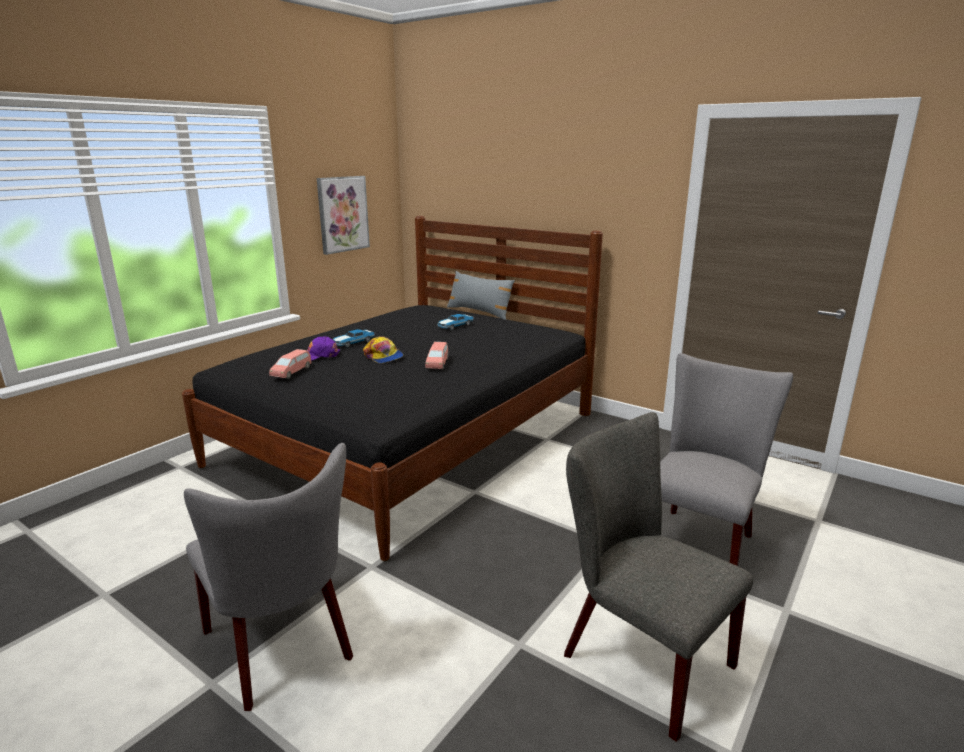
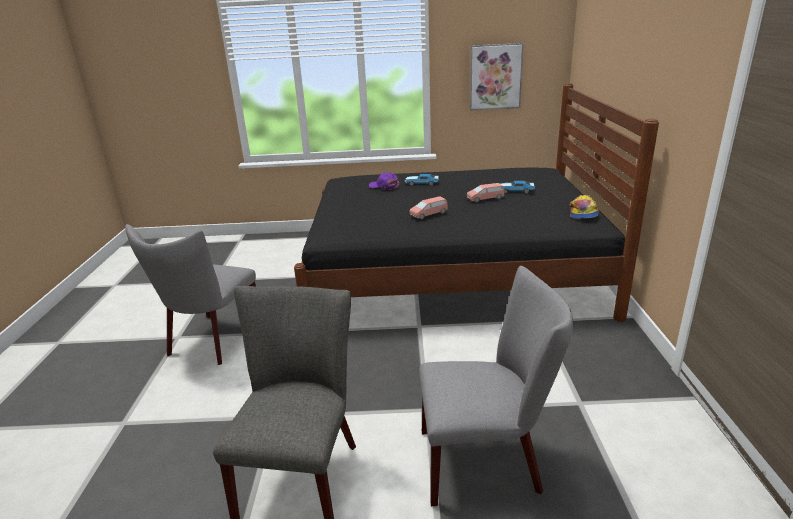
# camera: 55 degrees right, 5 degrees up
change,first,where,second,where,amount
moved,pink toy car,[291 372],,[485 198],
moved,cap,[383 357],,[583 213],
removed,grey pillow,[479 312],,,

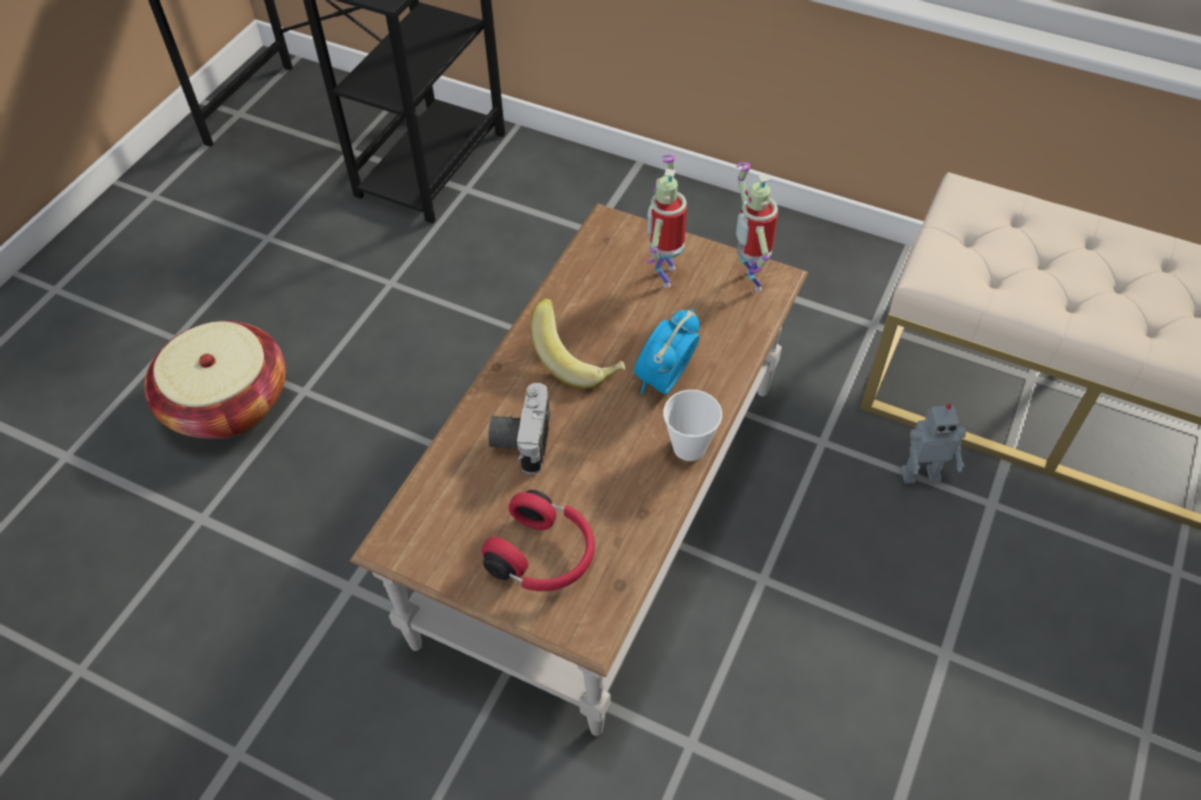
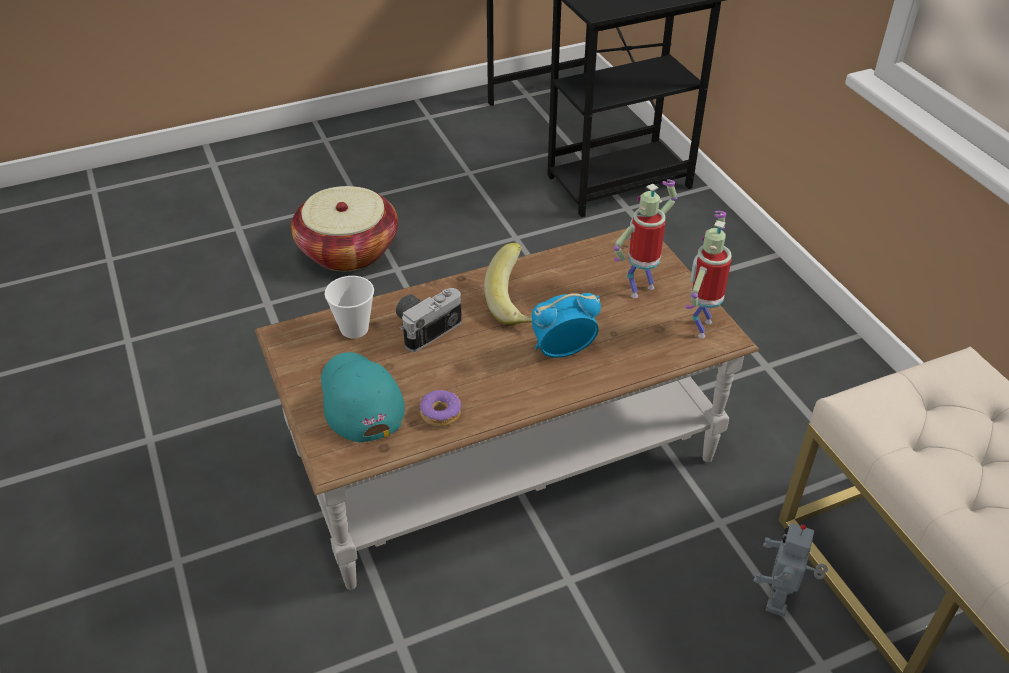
# camera: 40 degrees right, 10 degrees down
change,first,where,second,where,amount
replaced,red headphones,[544 556],turquoise cap,[359 399],
moved,cup,[689 447],,[354 329],
turned,toy robot,[920 473],,[780 599],75 degrees clockwise
added,,,donut,[440 413],

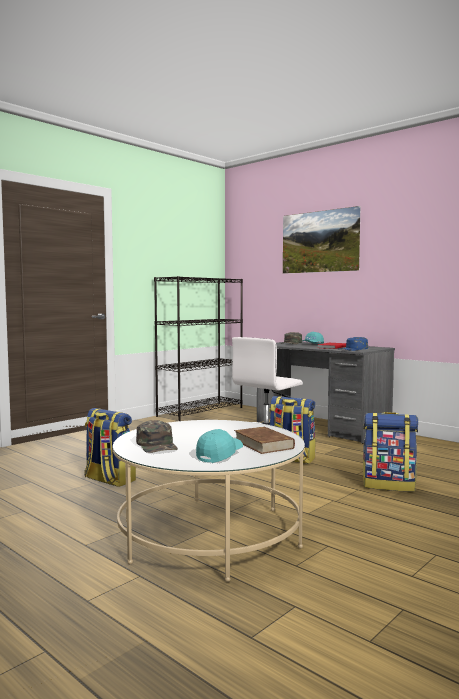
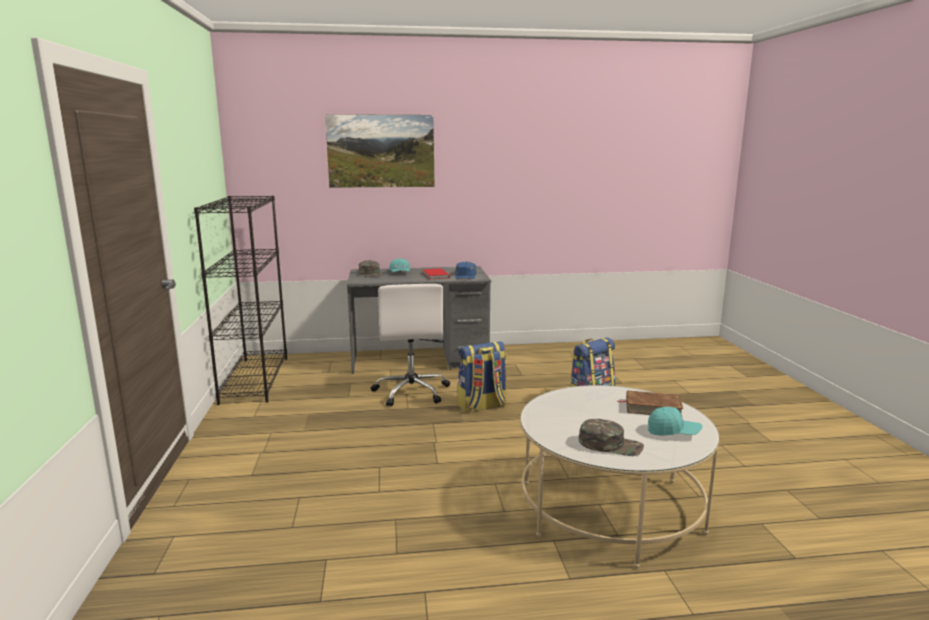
# camera: 50 degrees left, 10 degrees up
change,first,where,second,where,amount
removed,backpack,[108 480],,,
turned,turquoise cap,[219 455],,[673 432],120 degrees clockwise

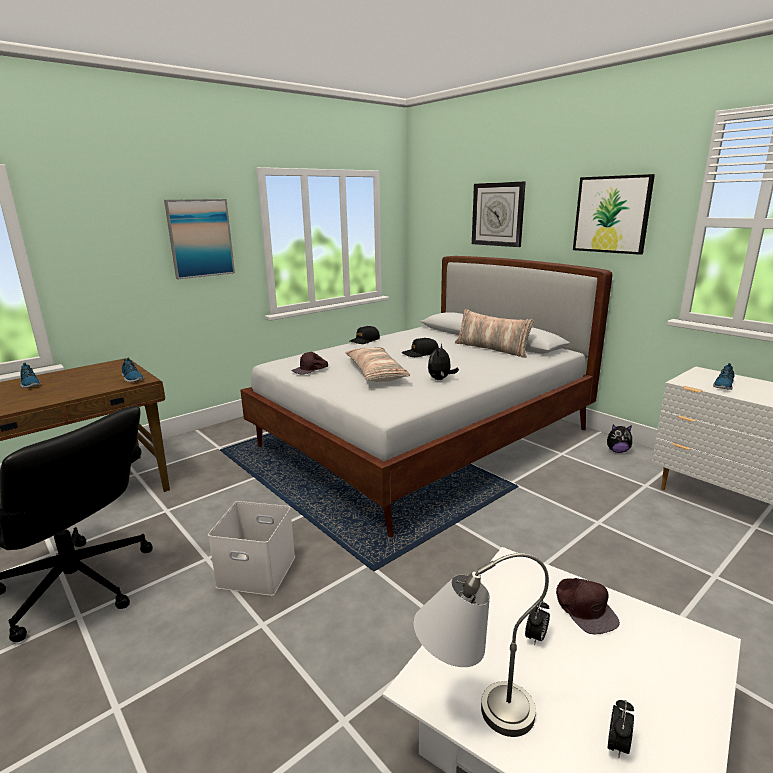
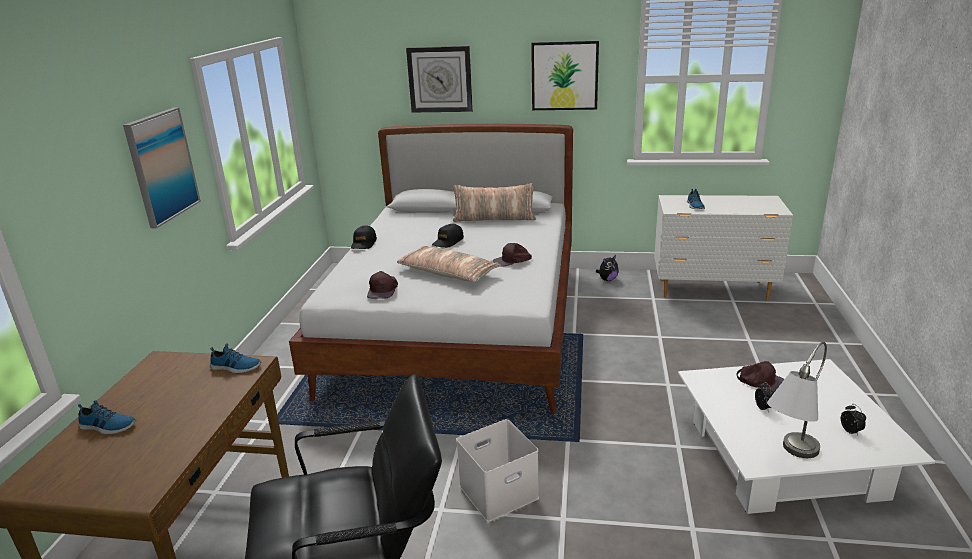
# camera: 40 degrees left, 5 degrees up
change,first,where,second,where,amount
replaced,plush toy,[440 379],brown cap,[512 260],

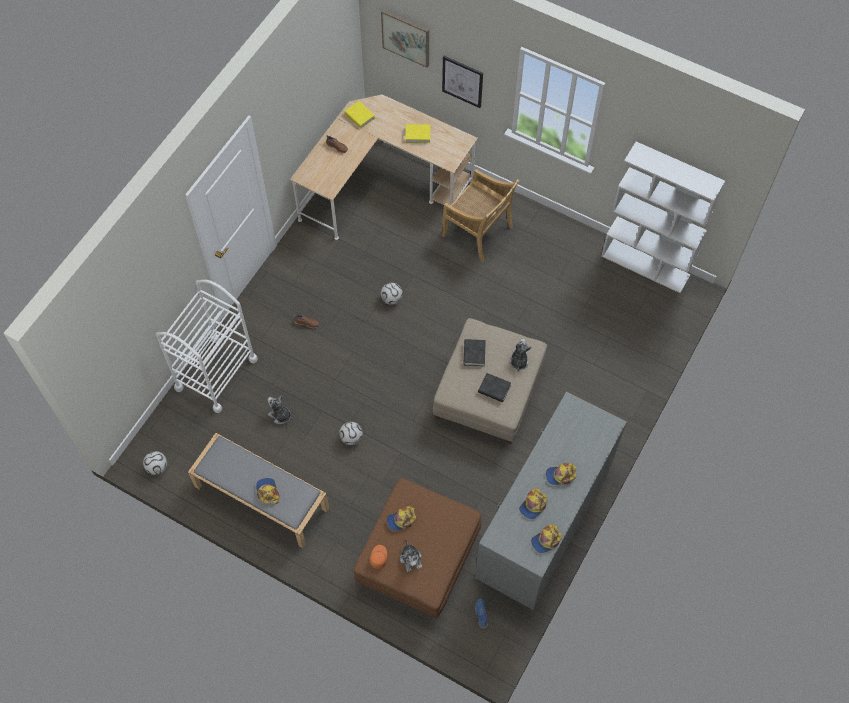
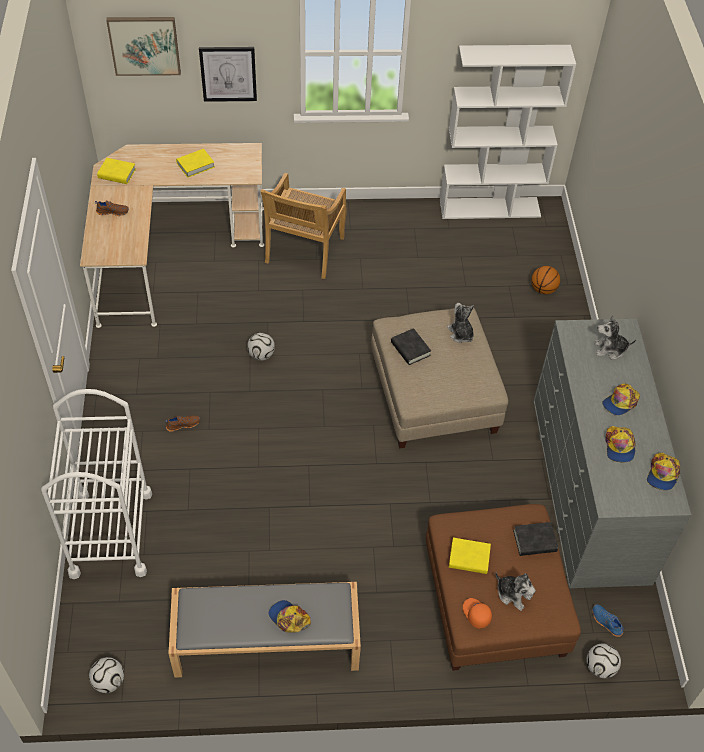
# camera: 35 degrees left, 10 degrees down
change,first,where,second,where,amount
moved,plush toy,[280 415],,[610 349],
moved,football,[351 438],,[599 667],
replaced,cap,[401 520],yellow book,[469 558],
turned,beige chair,[478 232],,[304 251],105 degrees clockwise
moved,black book,[494 389],,[534 541],
added,,,basketball,[543 289],

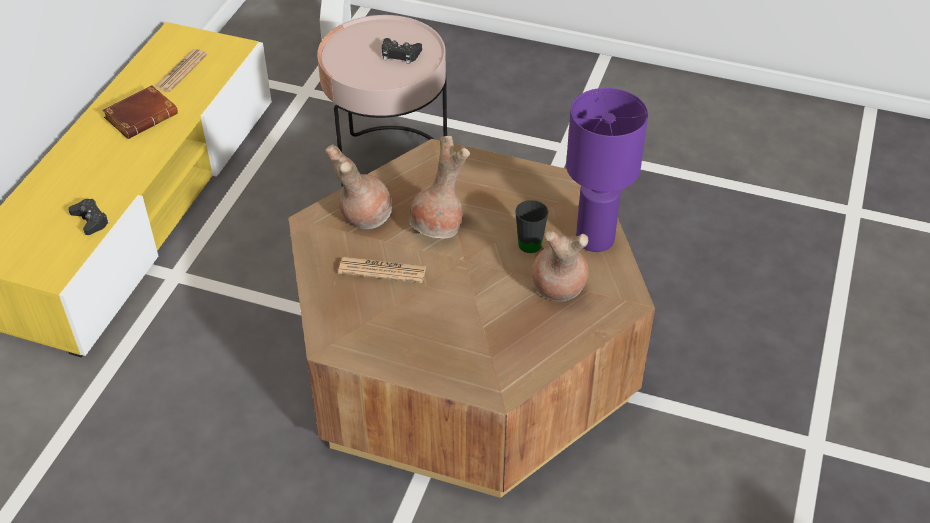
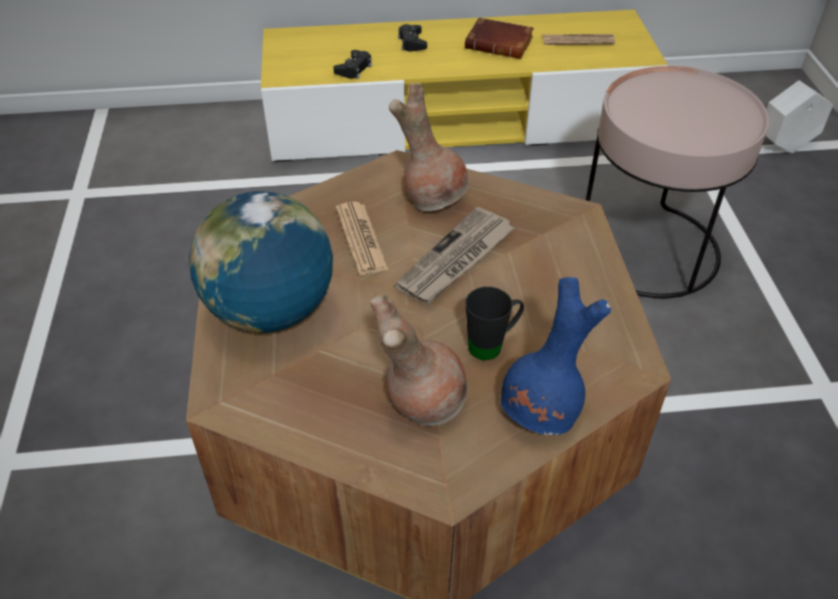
# camera: 65 degrees right, 0 degrees up
change,first,where,second,where,amount
moved,black game controller,[400 54],,[412 42],
replaced,brown vase,[439 228],newspaper,[456 259],
replaced,purple table lamp,[595 239],blue vase,[543 412],
added,,,globe,[271 310],

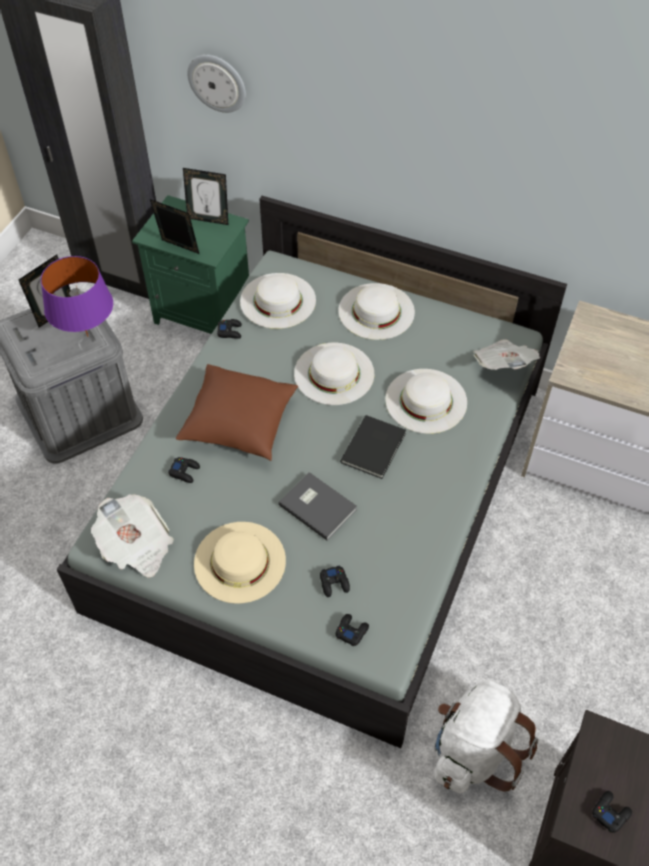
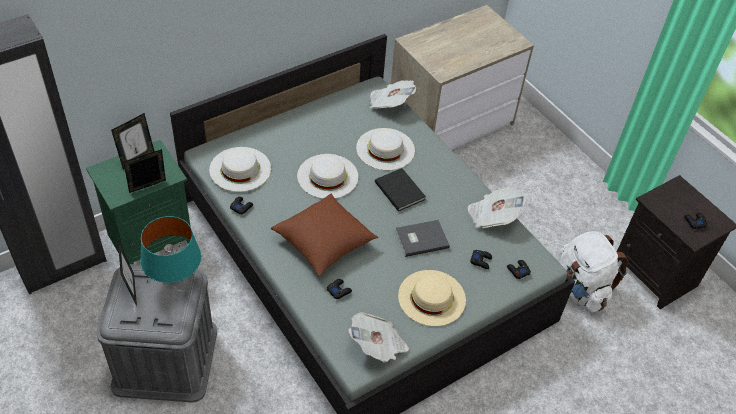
# camera: 60 degrees left, 5 degrees down
change,first,where,second,where,amount
recoloured,purple table lamp,[87 336],turquoise table lamp,[175 281],
removed,wall clock,[217 82],,,
removed,white hat,[376 311],,,
added,,,newspaper,[492 216],

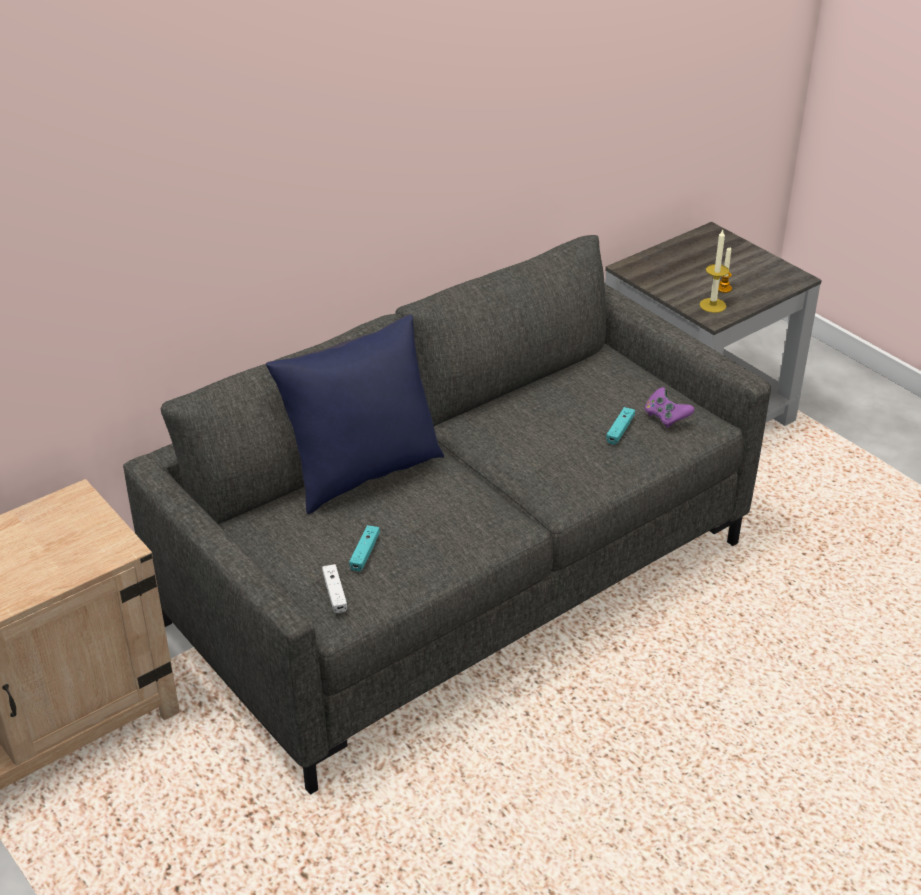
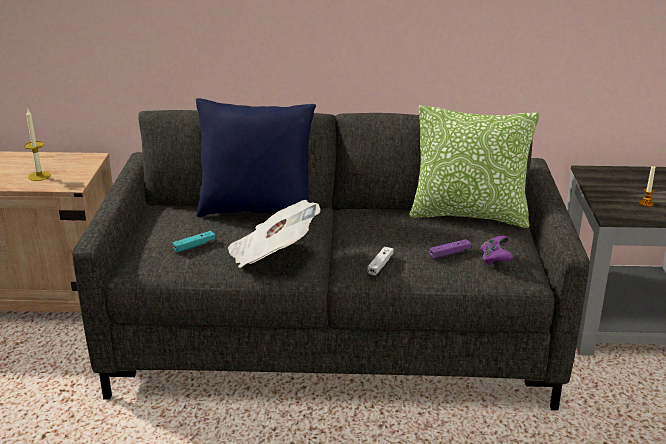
# camera: 40 degrees right, 10 degrees down
change,first,where,second,where,amount
moved,white game controller,[335 593],,[380 265],
recoloured,turquoise game controller,[620 430],purple game controller,[450 253],
moved,candle,[712 305],,[39 176],
added,,,newspaper,[272 255],
added,,,pillow,[469 215],

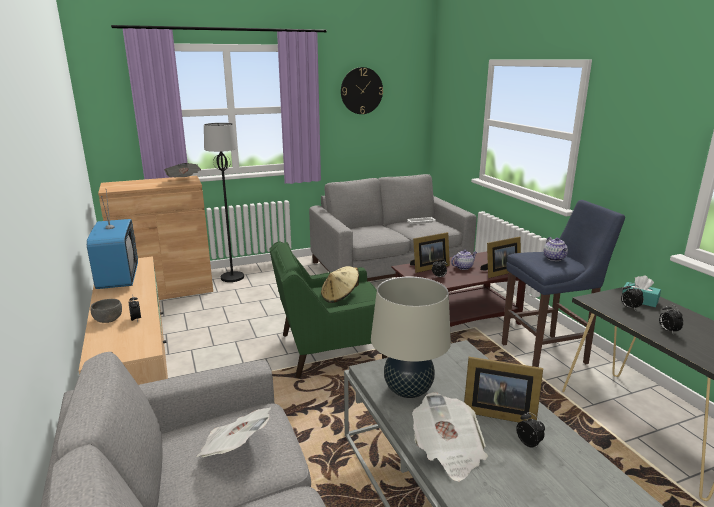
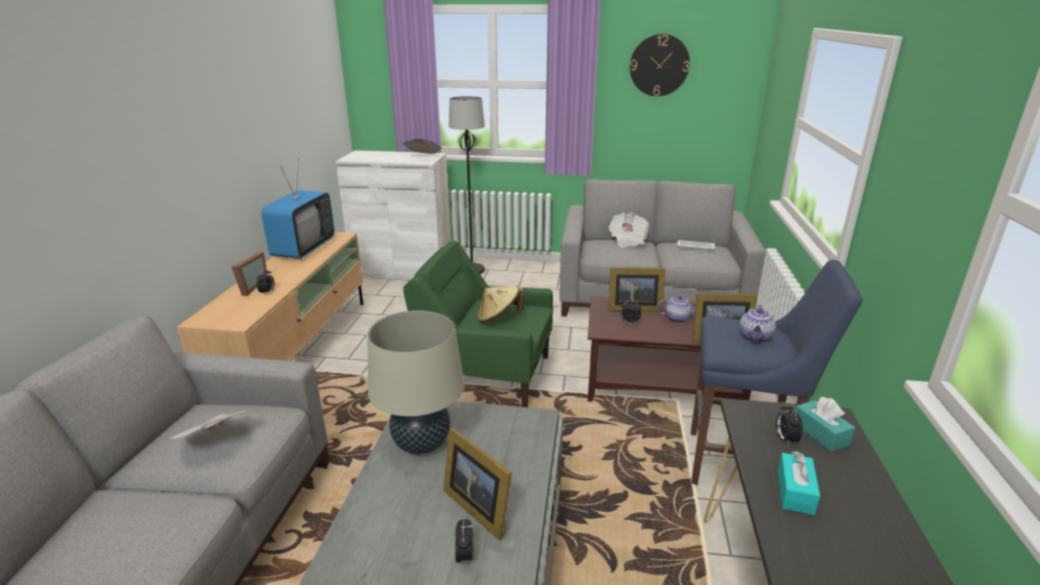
# camera: 30 degrees right, 5 degrees up
change,first,where,second,where,amount
replaced,grey bowl,[108 319],picture frame,[249 286],
recoloured,brown cabinet,[166 290],white cabinet,[402 269],
moved,newspaper,[448 452],,[627 240],
replaced,alarm clock,[667 331],turquoise tissue box,[795 492],

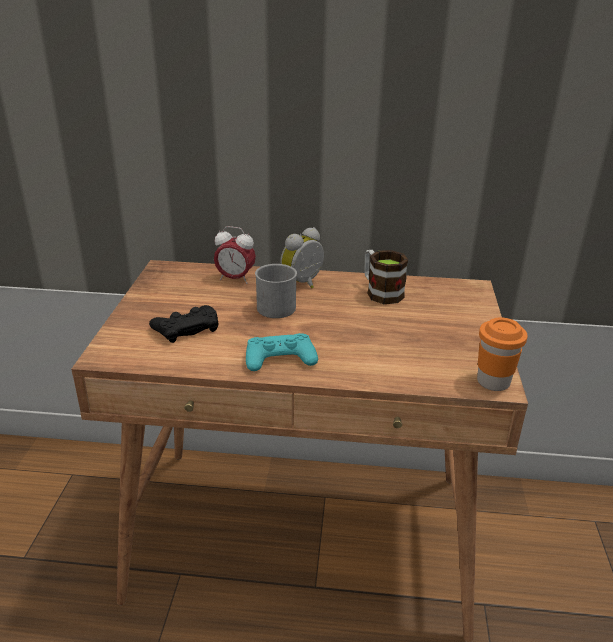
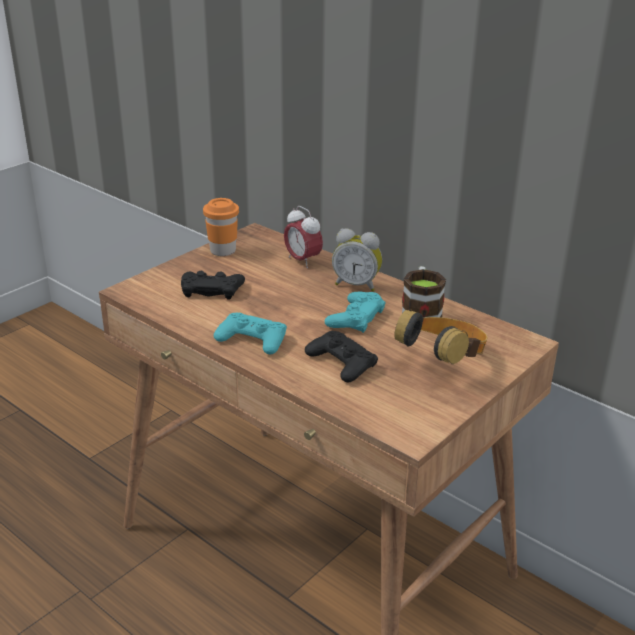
# camera: 35 degrees right, 0 degrees up
change,first,where,second,where,amount
removed,grey mug,[273 305],,,
turned,alarm clock,[304 284],,[356 285],150 degrees counterclockwise
moved,orange cup,[493 382],,[223 251],
added,,,black game controller,[341 362],
added,,,turquoise game controller,[355 318],
added,,,headphones,[443 360],

